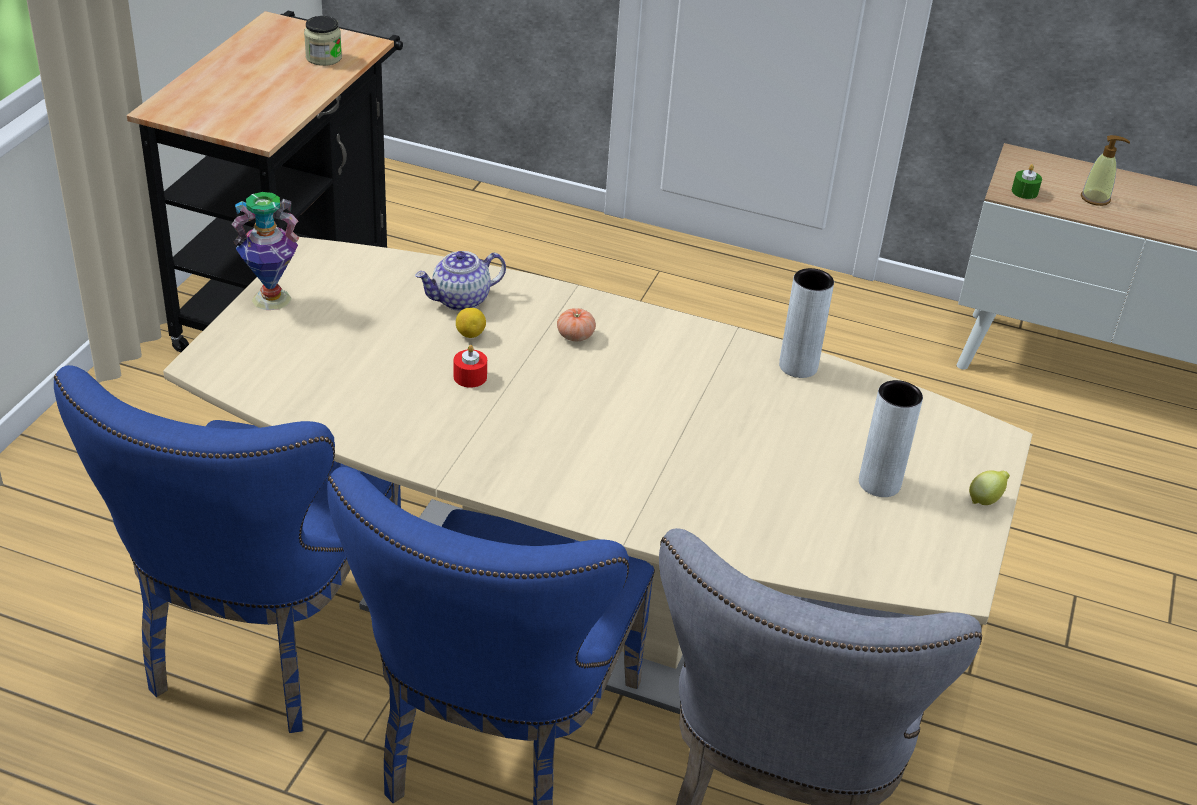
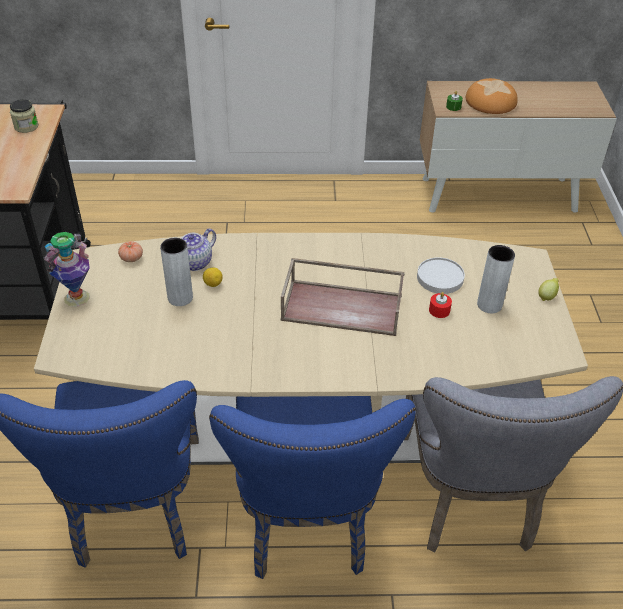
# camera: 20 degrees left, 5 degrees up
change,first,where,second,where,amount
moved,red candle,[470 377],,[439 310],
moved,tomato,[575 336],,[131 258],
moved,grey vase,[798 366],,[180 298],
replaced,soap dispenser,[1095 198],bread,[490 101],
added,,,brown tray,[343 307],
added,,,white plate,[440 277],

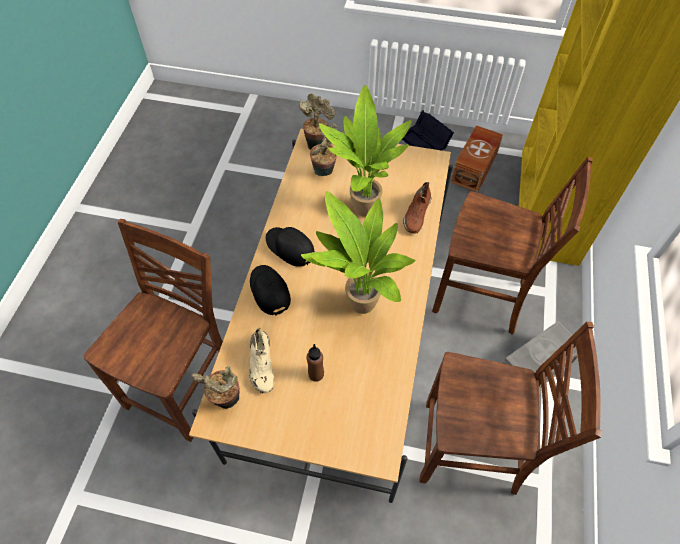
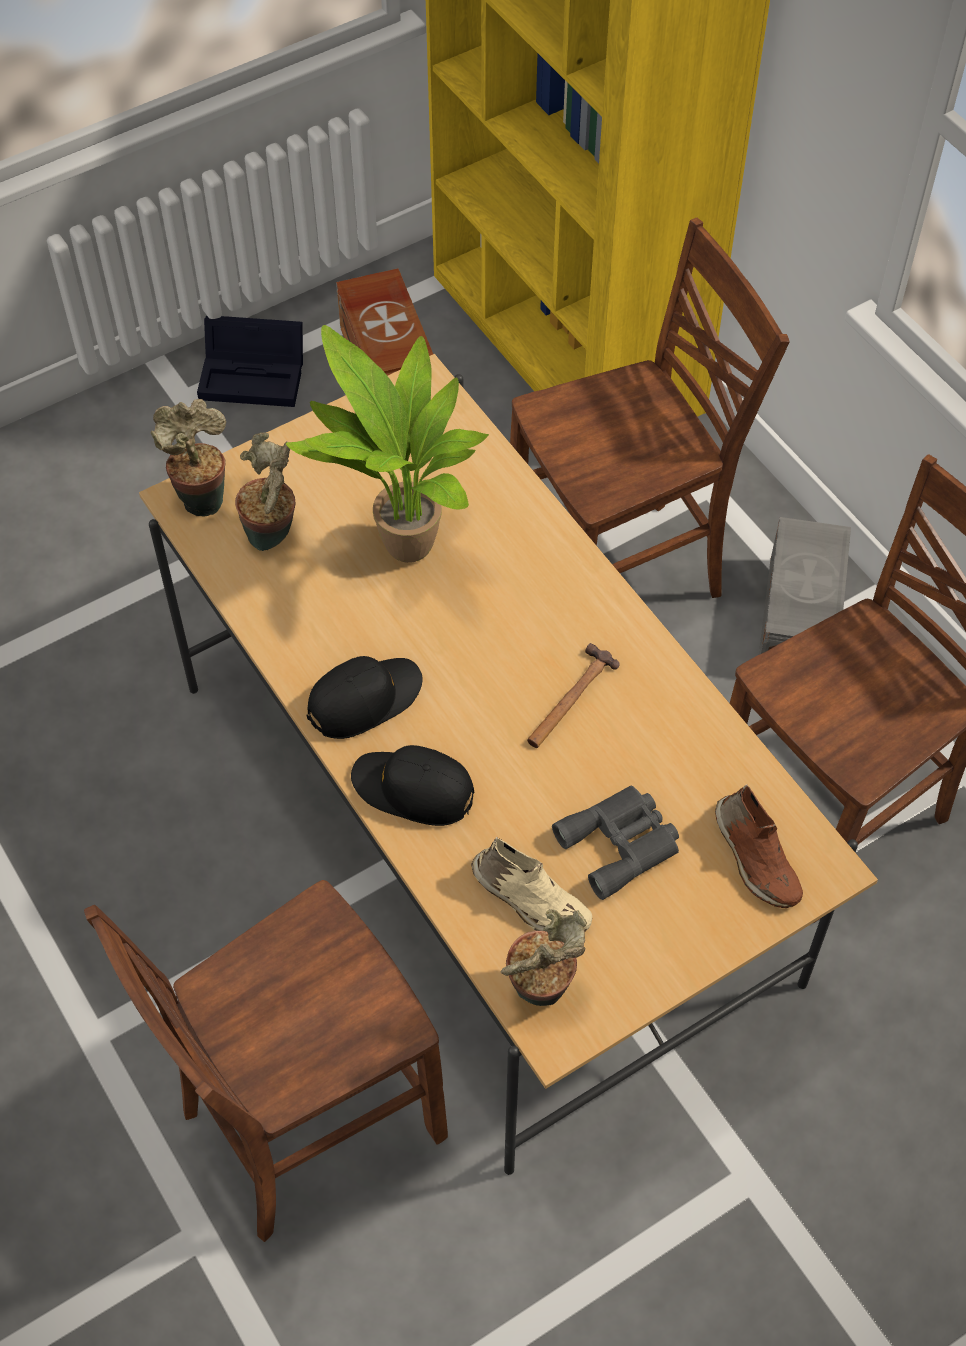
# camera: 45 degrees left, 0 degrees up
change,first,where,second,where,amount
turned,brown chair,[185 385],,[305 1122],105 degrees counterclockwise
turned,black cap,[290 248],,[364 699],150 degrees clockwise
replaced,potted plant,[358 306],hammer,[569 700],
replaced,brown bottle,[316 374],grey binoculars,[621 843],
moved,brown shoe,[416 214],,[755 857],

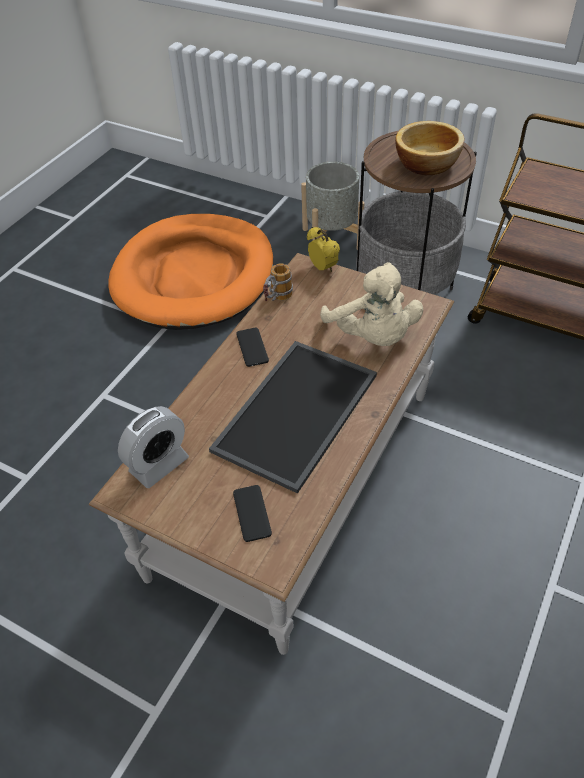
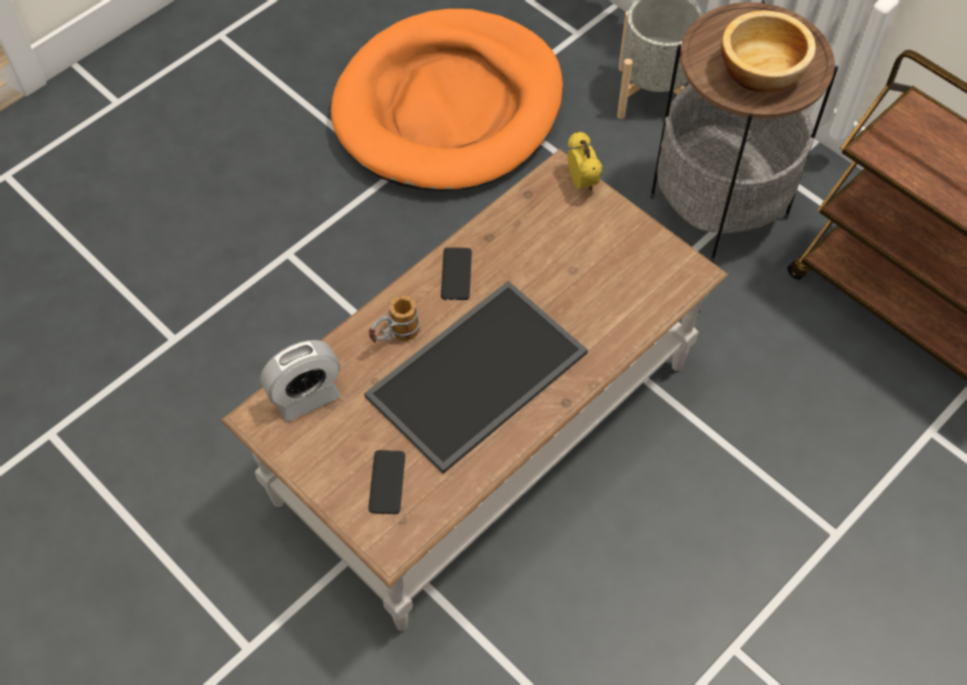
# camera: 15 degrees right, 10 degrees up
change,first,where,second,where,amount
moved,mug,[276 299],,[394 337],
removed,beige plush toy,[372 337],,,

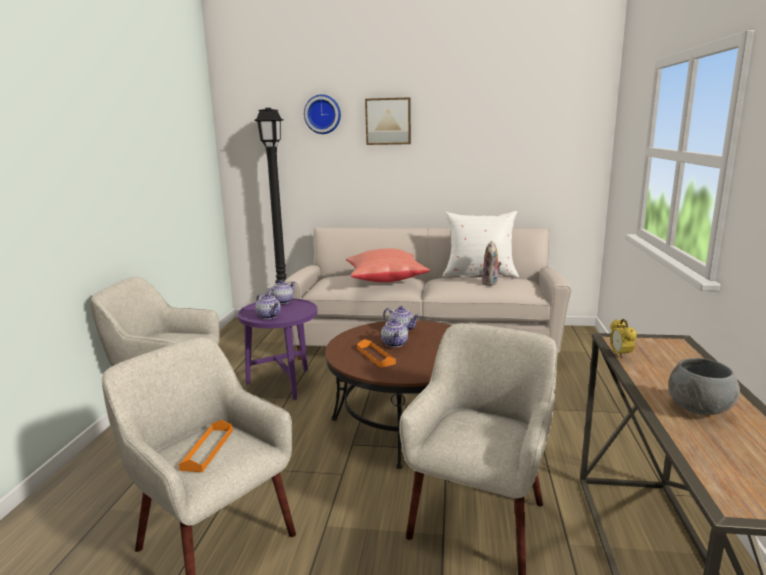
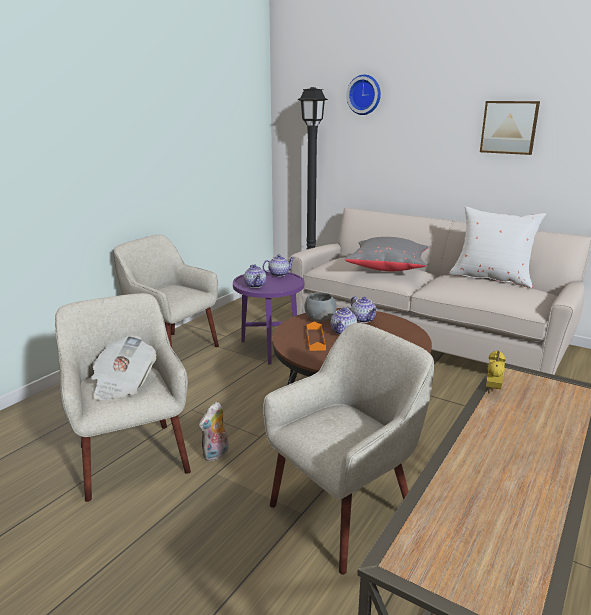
# camera: 25 degrees right, 5 degrees up
change,first,where,second,where,amount
replaced,orange tray,[207 449],newspaper,[123 384],
recoloured,red pillow,[385 279],grey pillow,[388 268],
moved,picture,[388 121],,[509 127],
moved,plush toy,[491 283],,[216 454],
moved,grey bowl,[698 409],,[320 319],

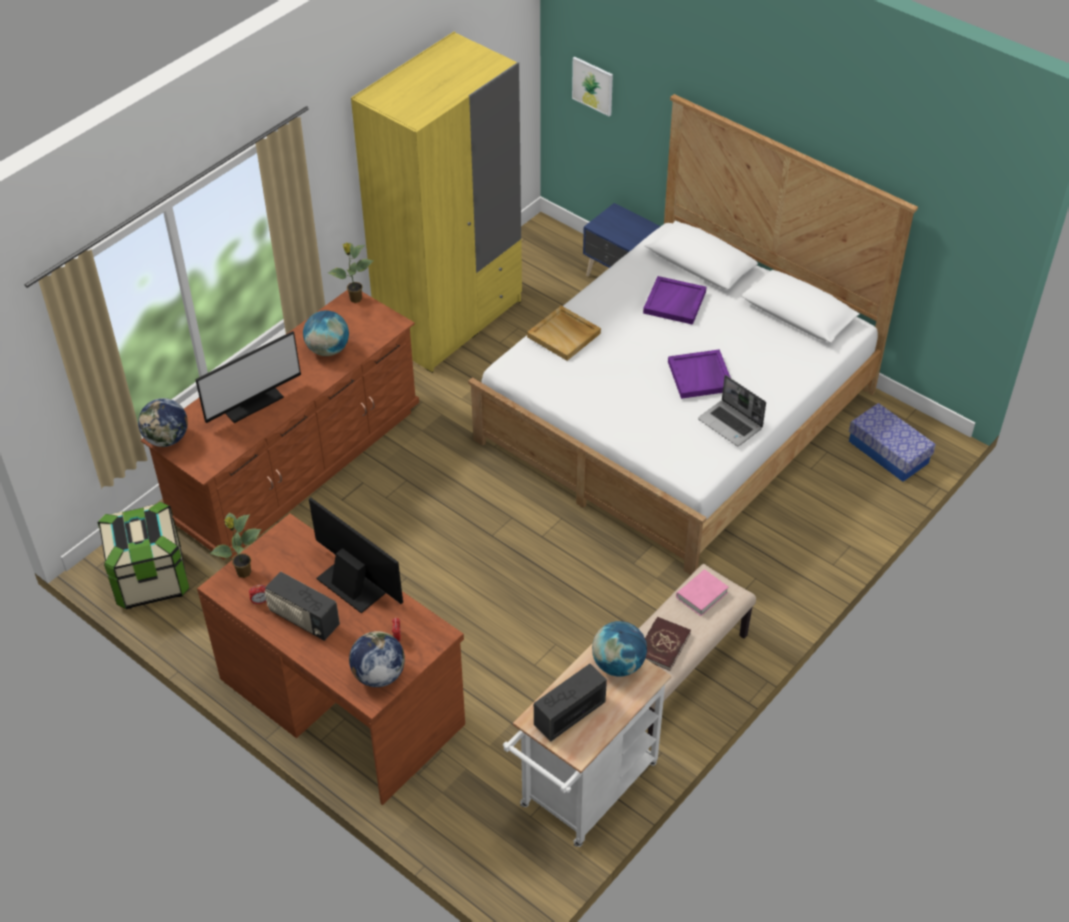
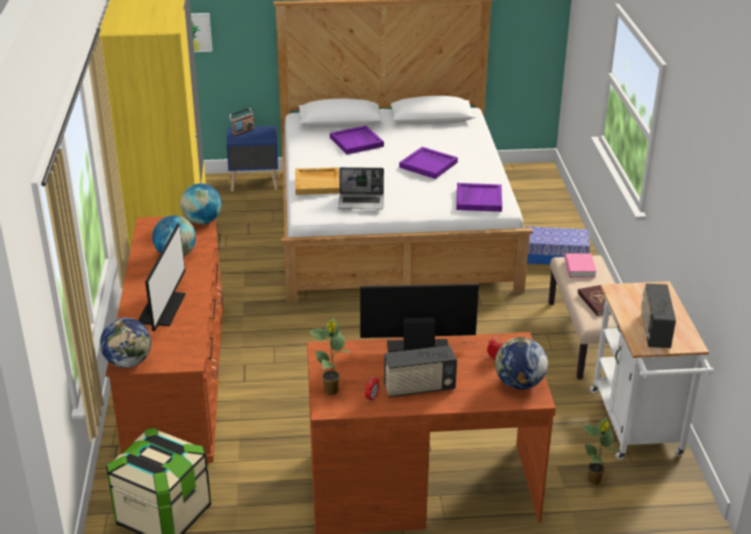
# camera: 45 degrees left, 15 degrees down
change,first,where,second,where,amount
moved,potted plant,[355 299],,[594 481],
moved,globe,[618 664],,[202 221],
moved,laptop,[731 424],,[361 202],
moved,storage box,[888 452],,[555 256],
added,,,radio,[242 131],
added,,,purple tray,[478 199],

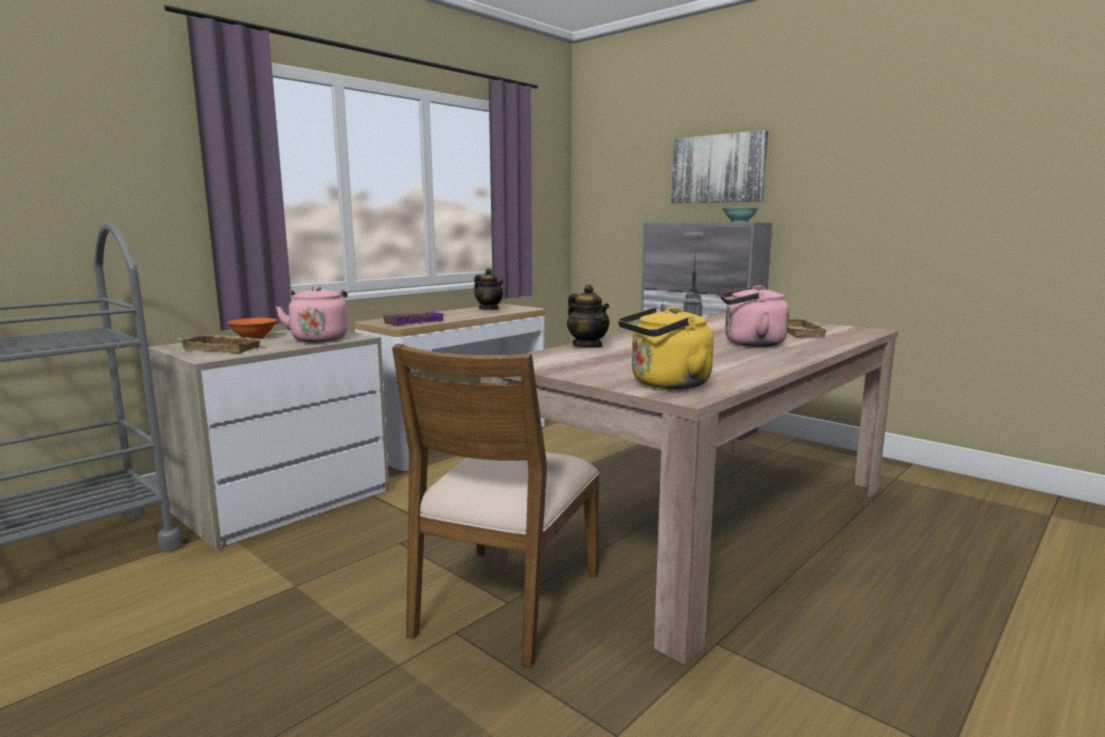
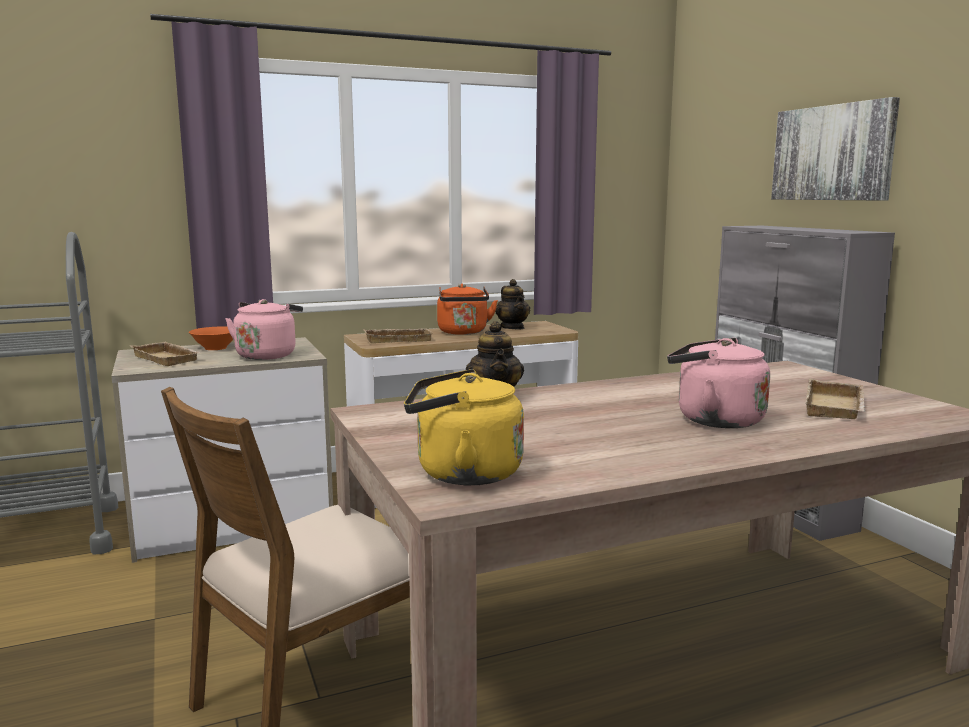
# camera: 25 degrees right, 0 degrees up
change,first,where,second,where,amount
recoloured,purple tray,[413 321],beige tray,[398 339],
removed,turquoise bowl,[740 222],,,
added,,,orange kettle,[463 332],

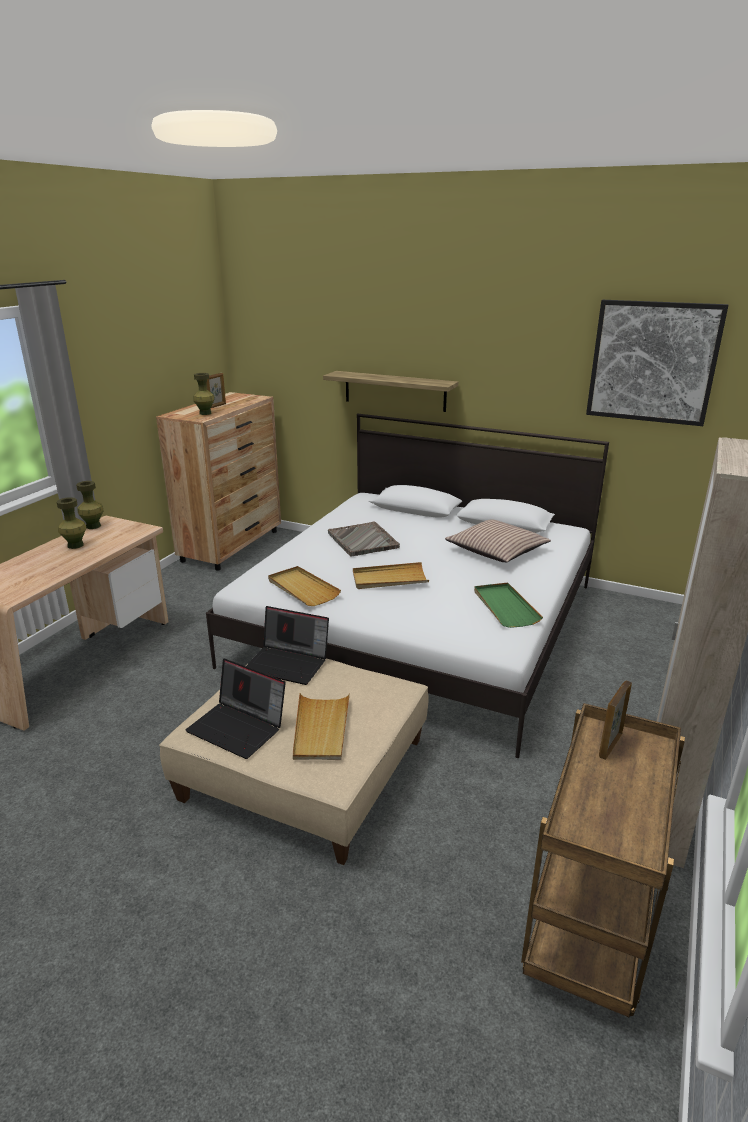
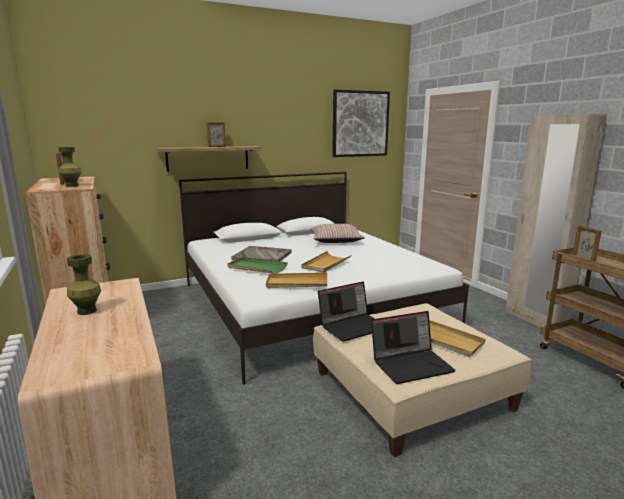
# camera: 50 degrees left, 10 degrees down
change,first,where,second,where,amount
removed,green vase,[93 526],,,
moved,green tray,[505 607],,[257 267],
added,,,picture frame,[217 146],

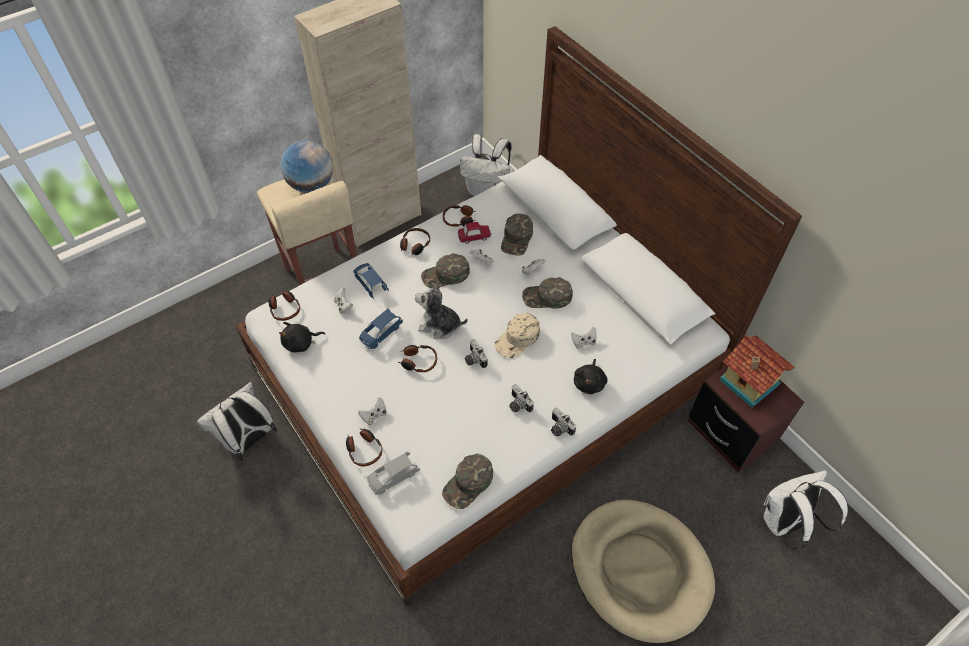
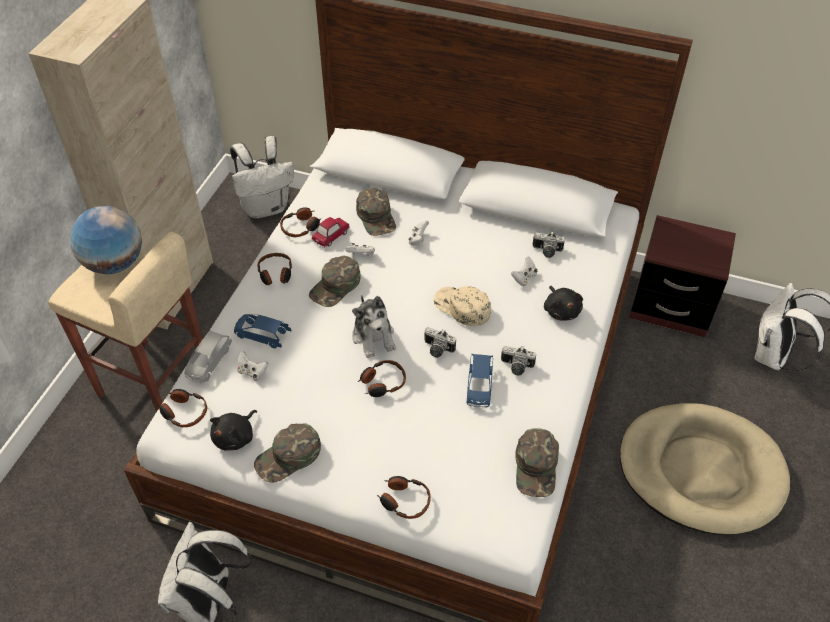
# camera: 35 degrees left, 5 degrees down
change,first,where,second,where,amount
removed,white game controller,[374 415],,,
moved,blue toy car,[381 333],,[479 386],
moved,grey toy car,[393 477],,[209 362],
turned,plush toy,[440 326],,[374 337],90 degrees counterclockwise
turned,beige cap,[518 339],,[462 307],120 degrees clockwise
moved,green cap,[547 297],,[288 457],
moved,photo camera,[559 428],,[546 251],
removed,toy house,[748 383],,,

